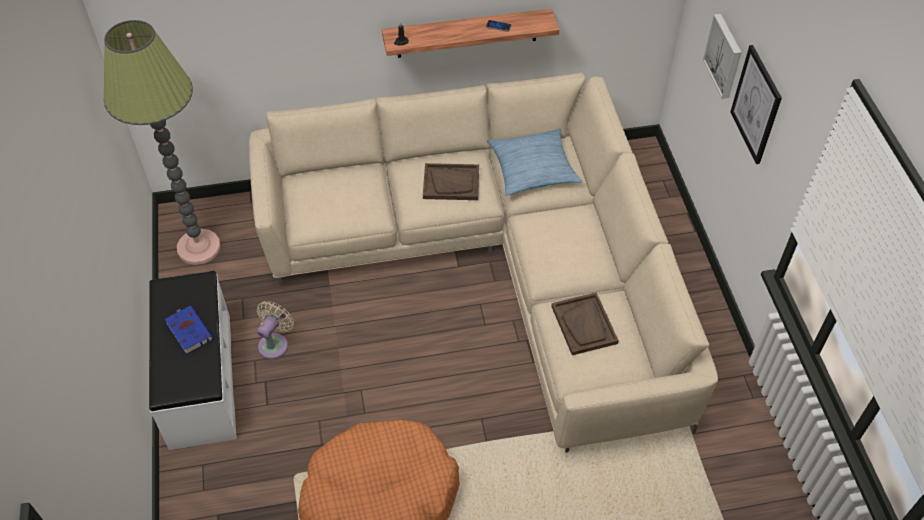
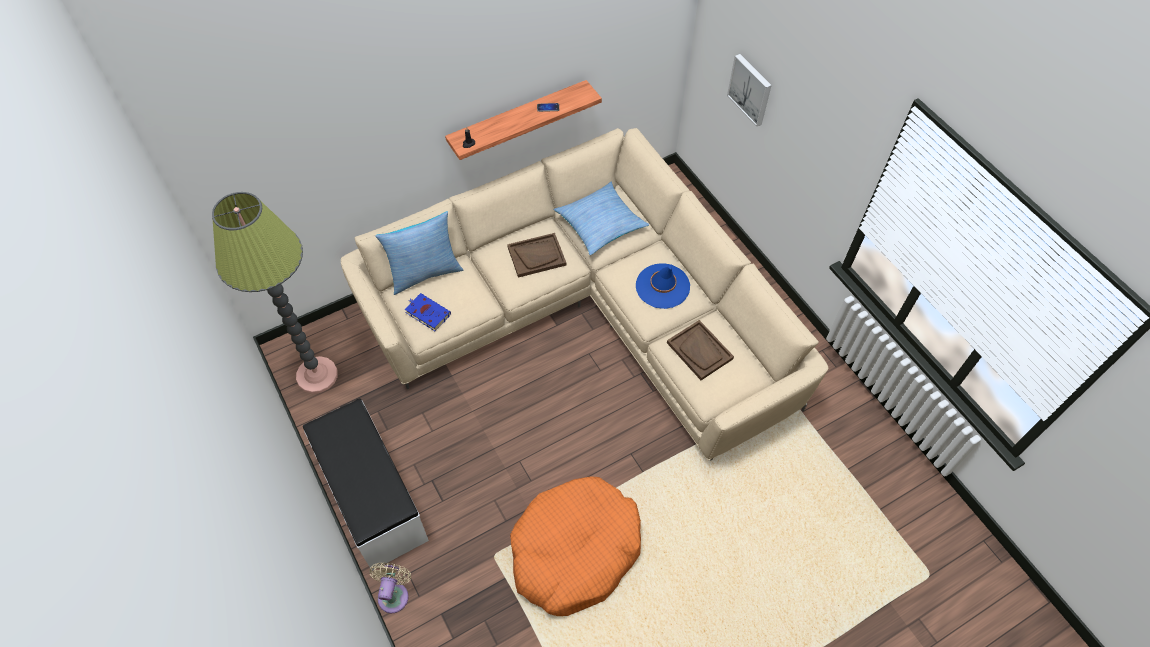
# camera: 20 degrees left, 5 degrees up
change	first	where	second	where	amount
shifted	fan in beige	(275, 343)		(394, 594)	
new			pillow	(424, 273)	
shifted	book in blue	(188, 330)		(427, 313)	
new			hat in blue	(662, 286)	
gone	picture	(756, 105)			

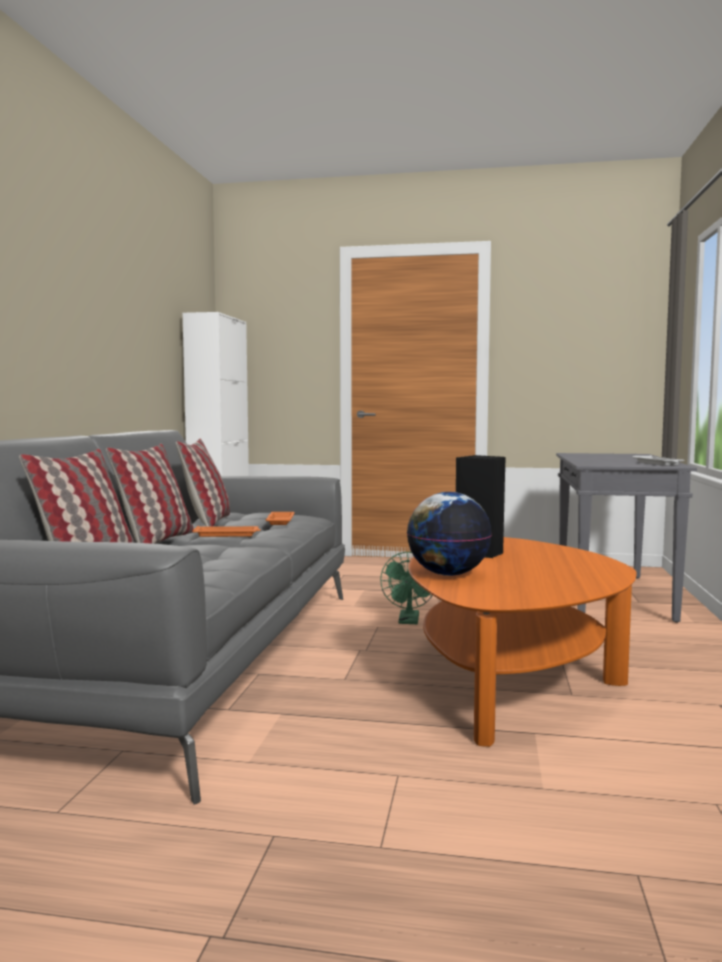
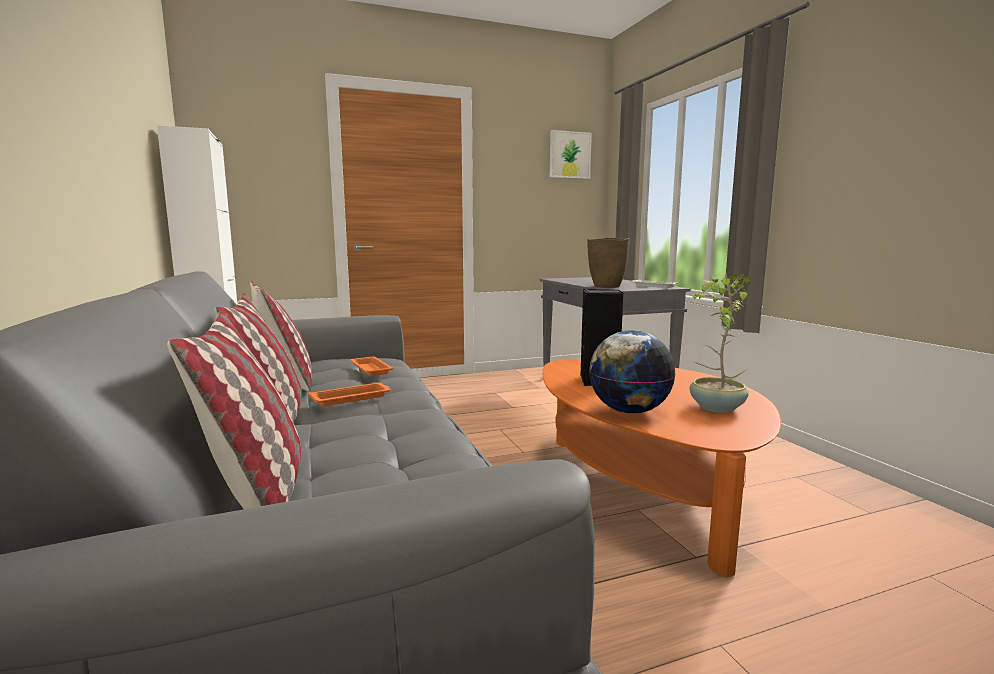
# camera: 30 degrees left, 5 degrees up
change	first	where	second	where	amount
new			picture	(569, 155)	
new			vase in brown	(606, 287)	
new			potted plant	(715, 408)	
gone	fan in green	(409, 621)			

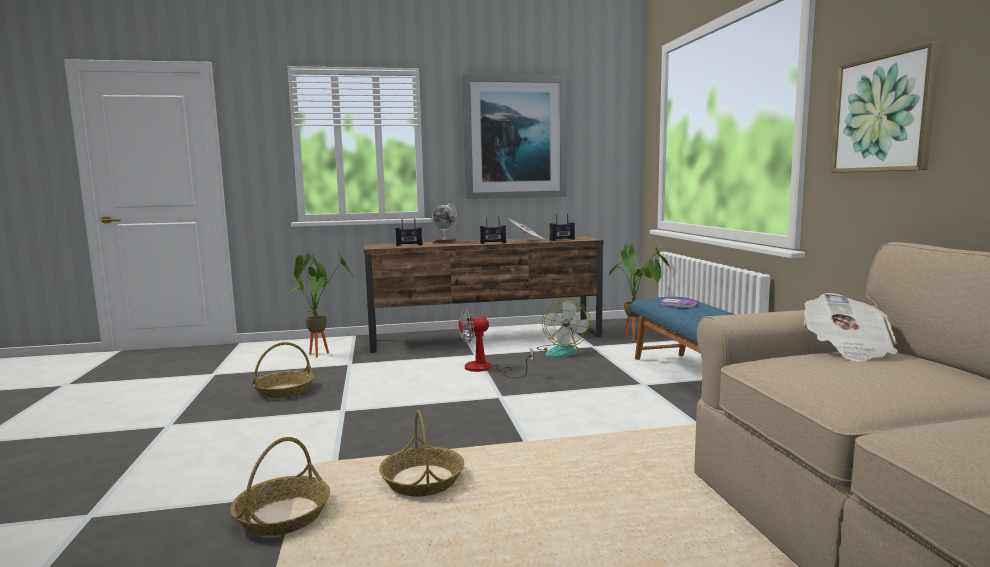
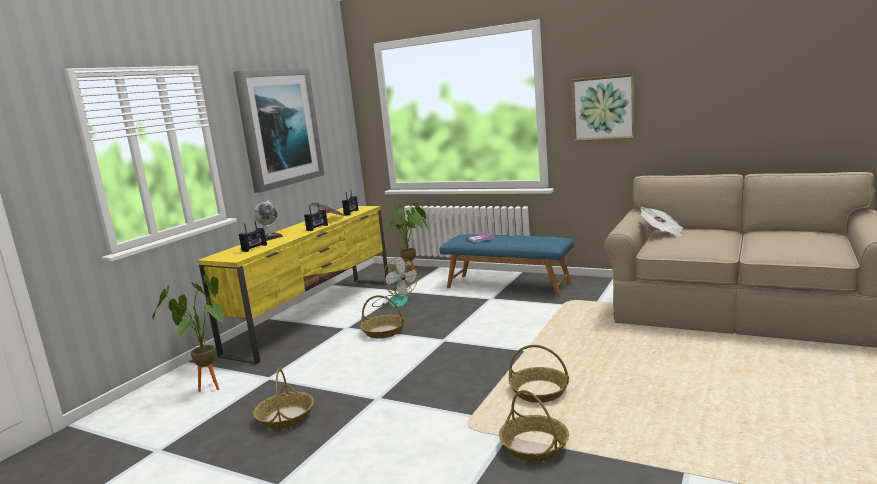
# camera: 50 degrees left, 5 degrees up
change	first	where	second	where	amount
repainted	tv stand in brown	(486, 338)	tv stand in yellow	(316, 315)	
swapped	fan	(486, 369)	basket	(384, 331)	

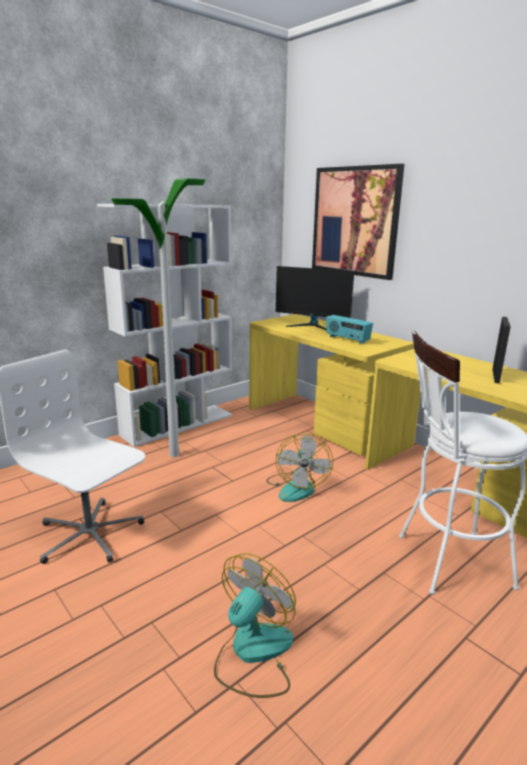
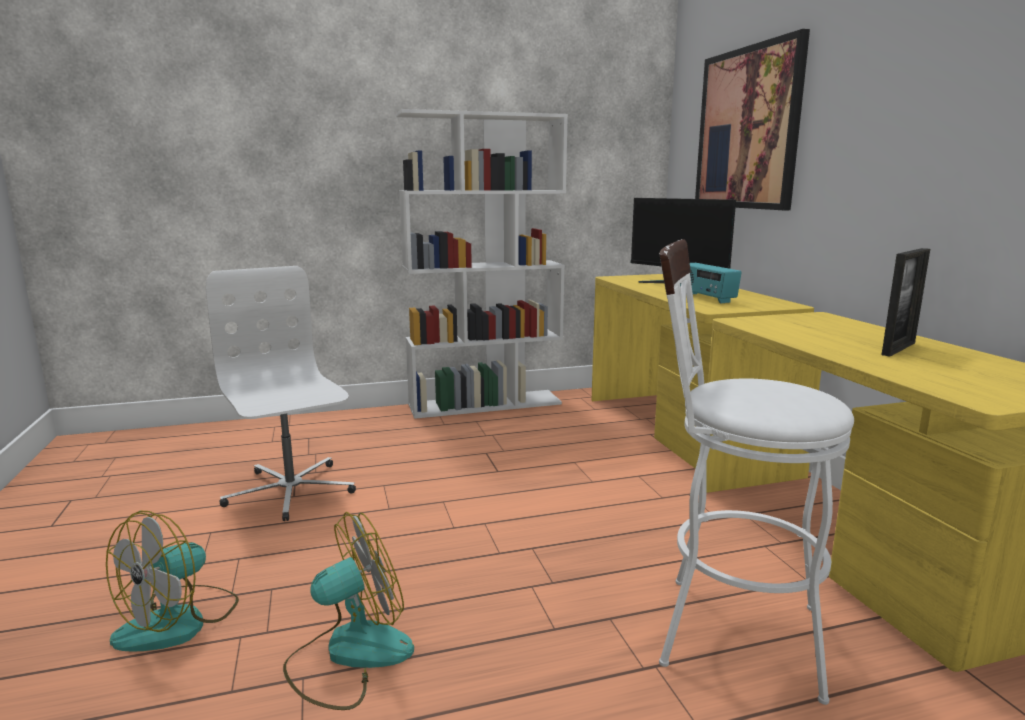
# camera: 25 degrees right, 5 degrees down
change	first	where	second	where	amount
shifted	fan	(296, 487)		(179, 621)	
gone	floor lamp	(174, 454)			

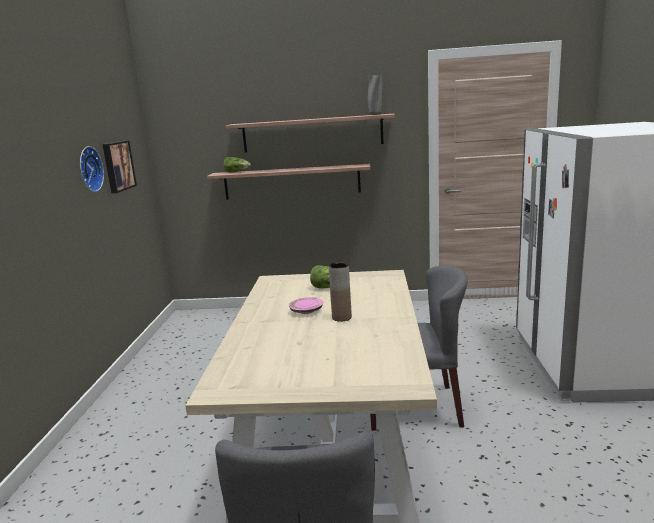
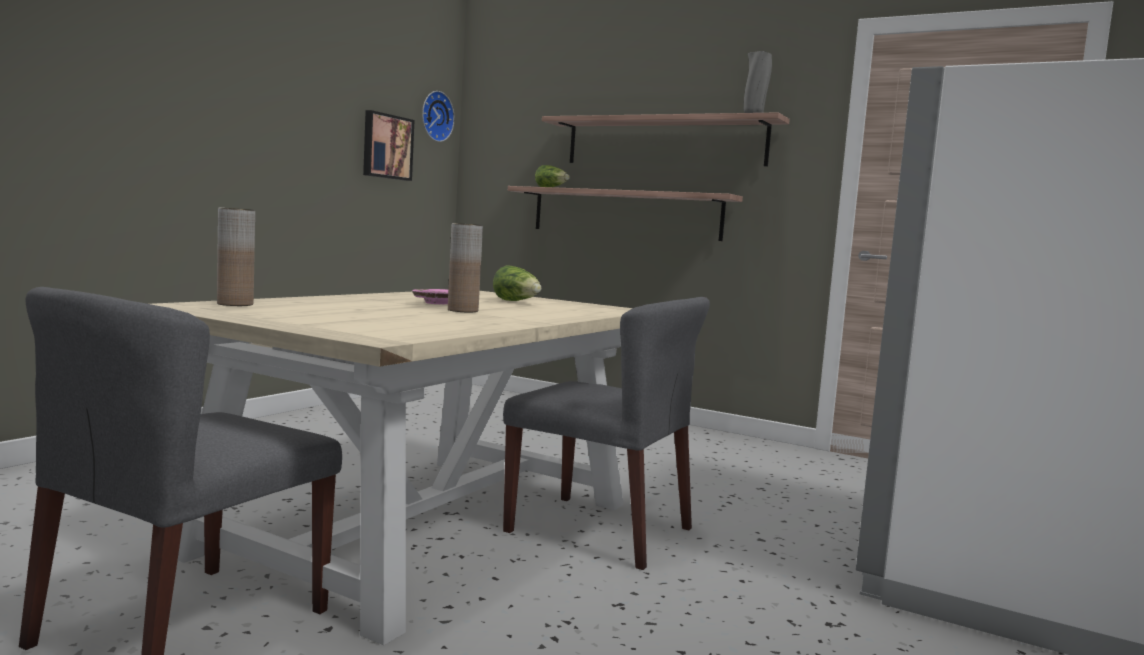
# camera: 25 degrees right, 10 degrees down
change	first	where	second	where	amount
new			vase in brown	(235, 304)	
shifted	wall clock	(88, 169)		(435, 116)	

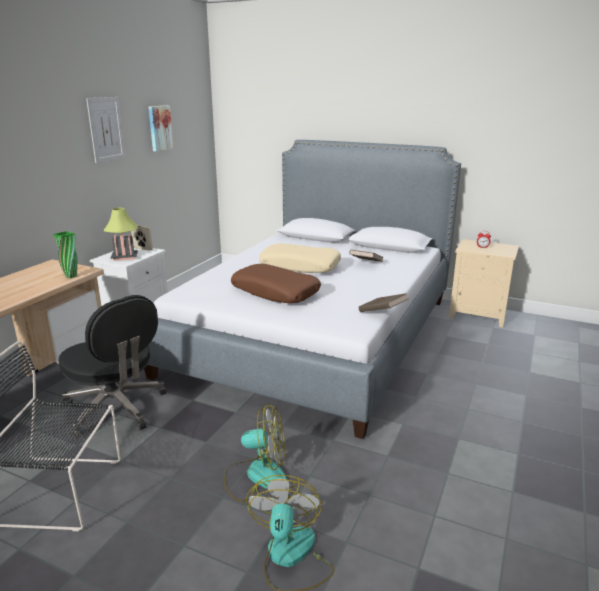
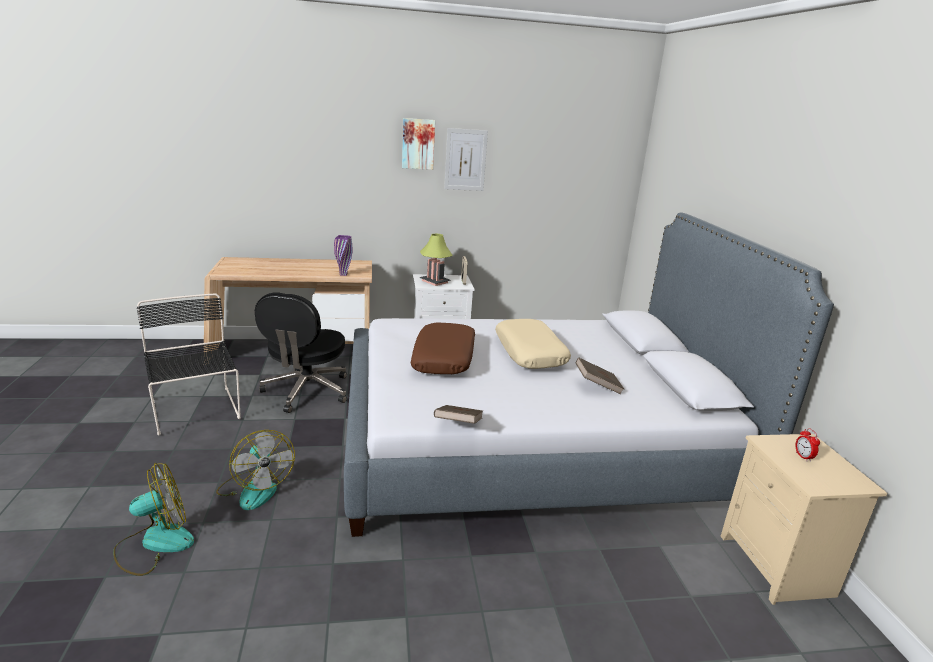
# camera: 55 degrees right, 0 degrees up
change	first	where	second	where	amount
repainted	vase in green	(71, 276)	vase in purple	(343, 274)	
shifted	picture	(159, 128)		(418, 144)	

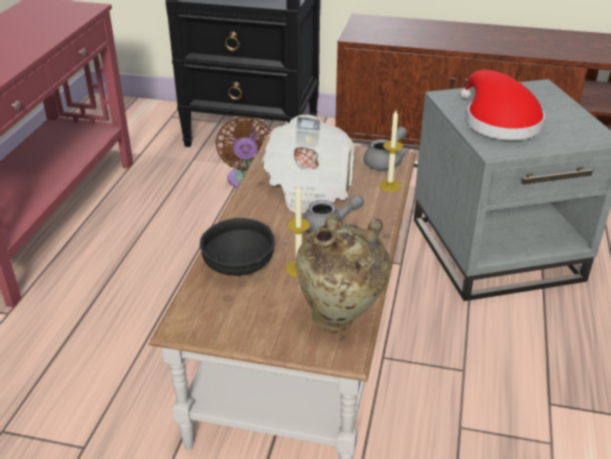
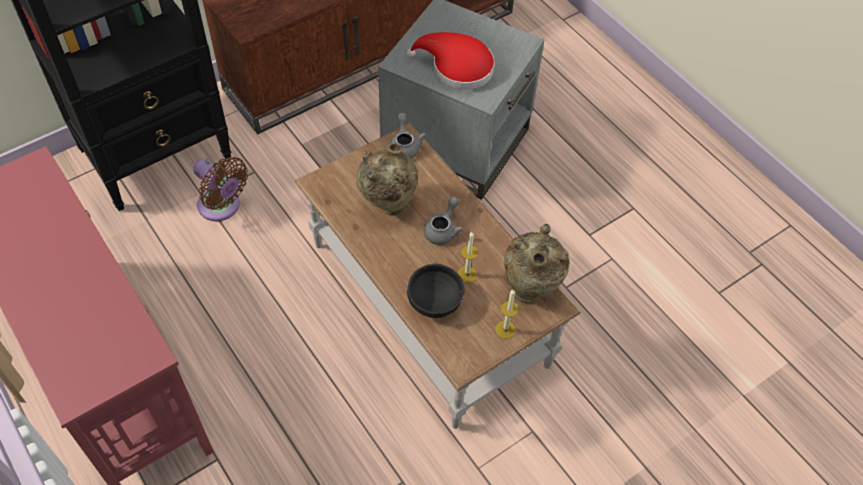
# camera: 50 degrees left, 20 degrees up
change	first	where	second	where	amount
swapped	newspaper	(308, 186)	vase in beige	(388, 206)	
shifted	candle	(390, 186)		(505, 329)	

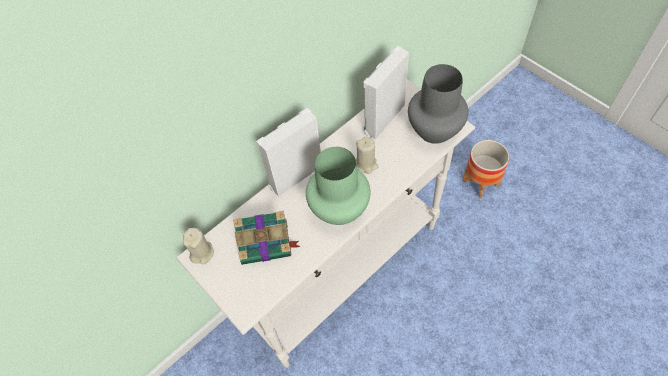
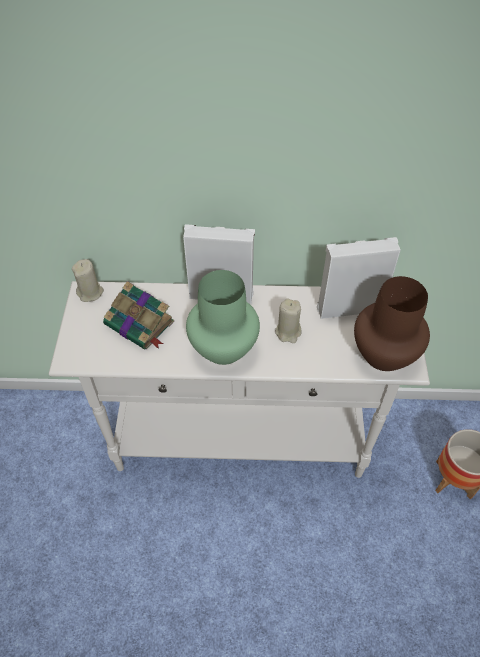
# camera: 40 degrees right, 5 degrees down
change	first	where	second	where	amount
repainted	vase in grey	(435, 129)	vase in brown	(385, 354)	

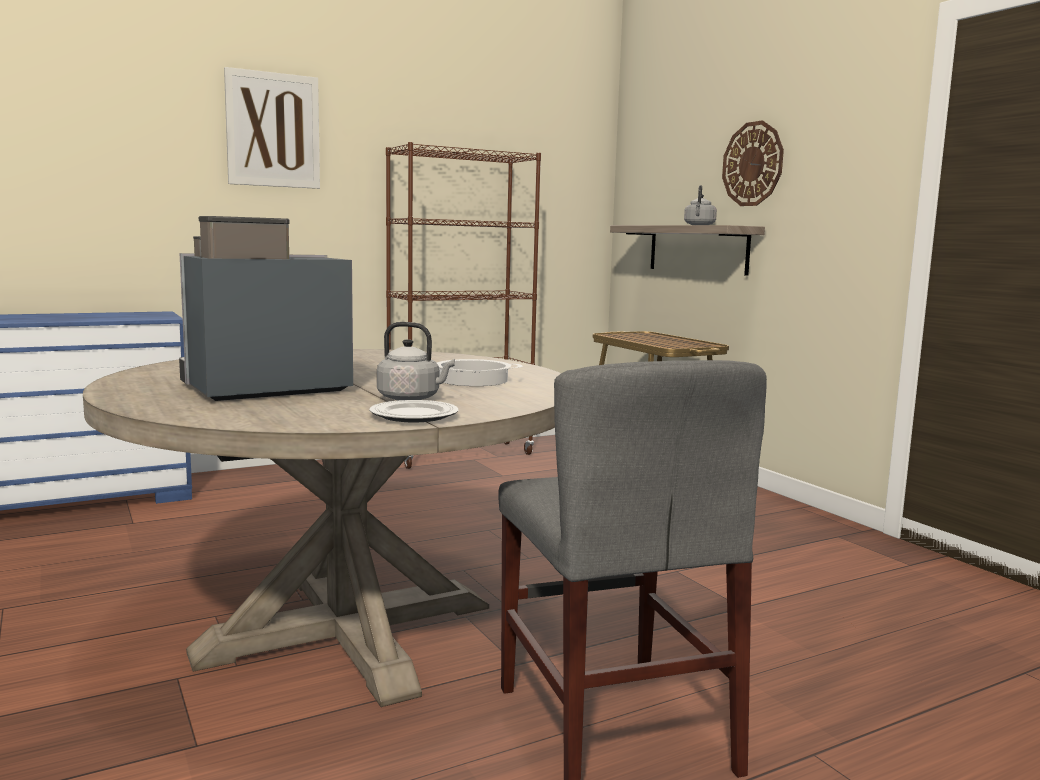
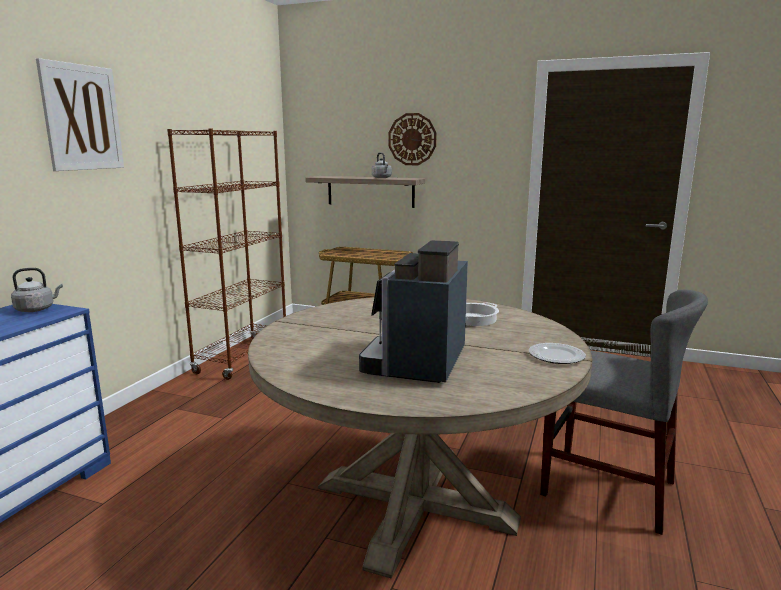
# camera: 40 degrees left, 5 degrees up
change	first	where	second	where	amount
shifted	kettle in grey	(412, 398)		(37, 309)	

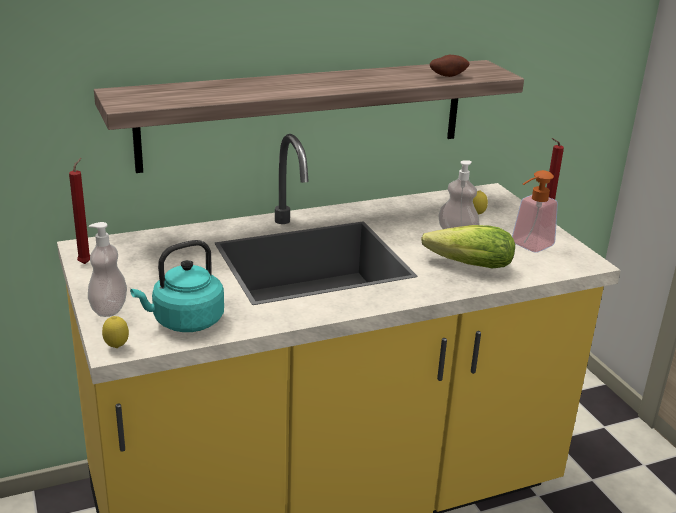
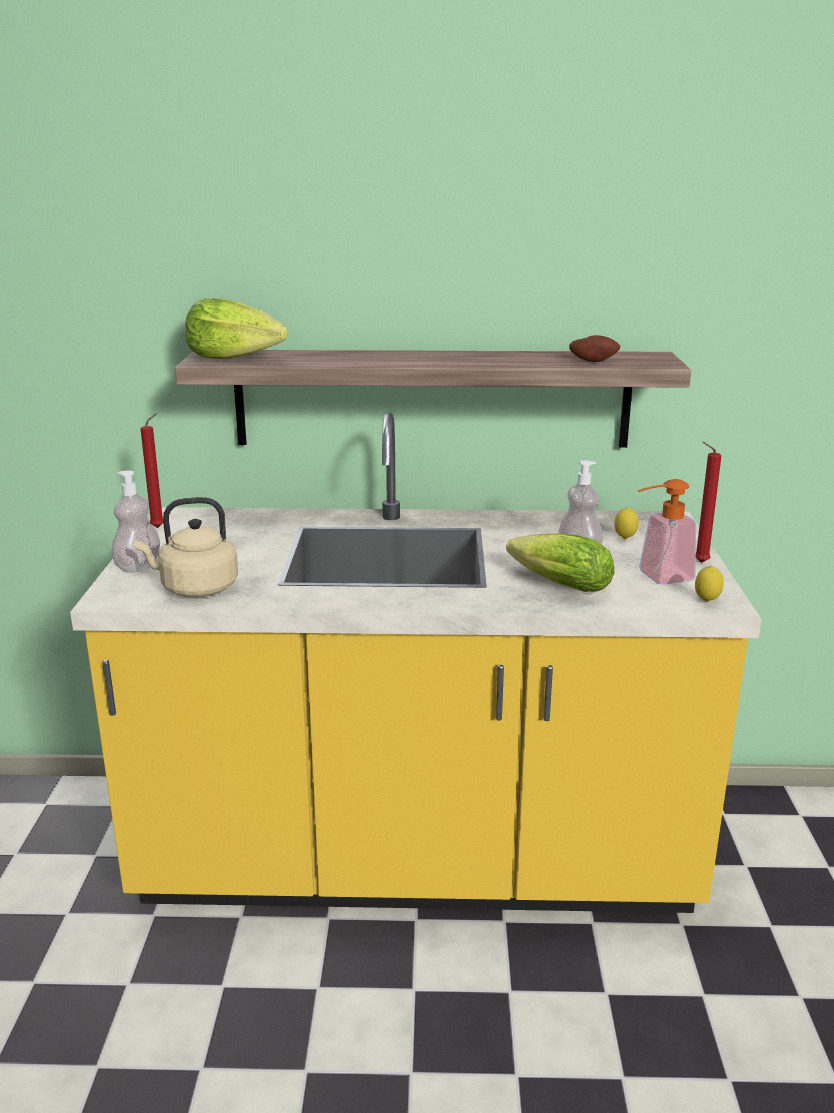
# camera: 25 degrees right, 5 degrees down
change	first	where	second	where	amount
repainted	kettle in turquoise	(185, 322)	kettle in beige	(195, 588)	
new			lettuce	(235, 358)	
shifted	lemon	(117, 347)		(706, 601)	

